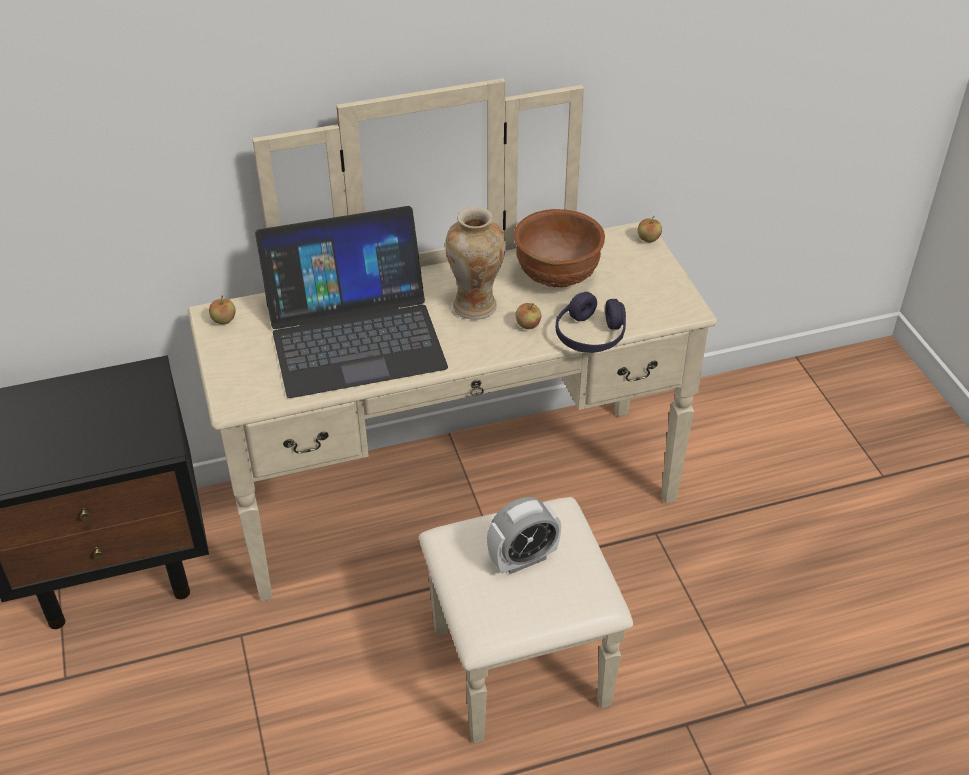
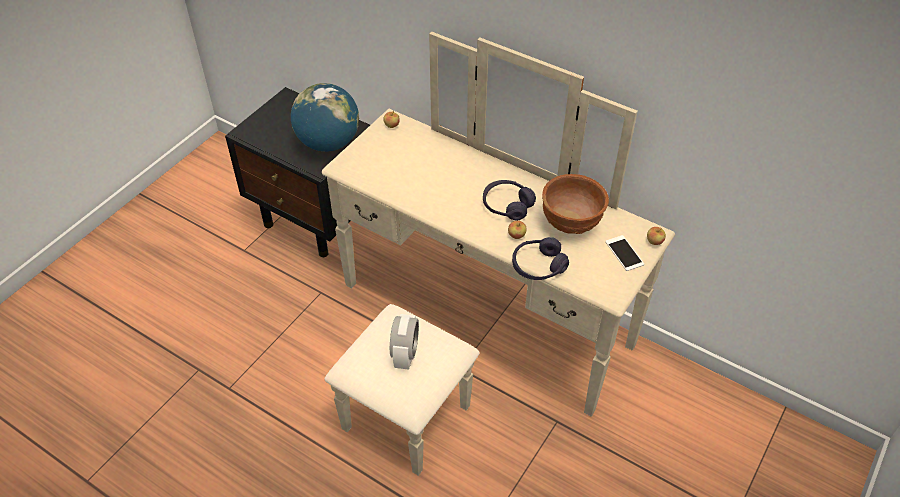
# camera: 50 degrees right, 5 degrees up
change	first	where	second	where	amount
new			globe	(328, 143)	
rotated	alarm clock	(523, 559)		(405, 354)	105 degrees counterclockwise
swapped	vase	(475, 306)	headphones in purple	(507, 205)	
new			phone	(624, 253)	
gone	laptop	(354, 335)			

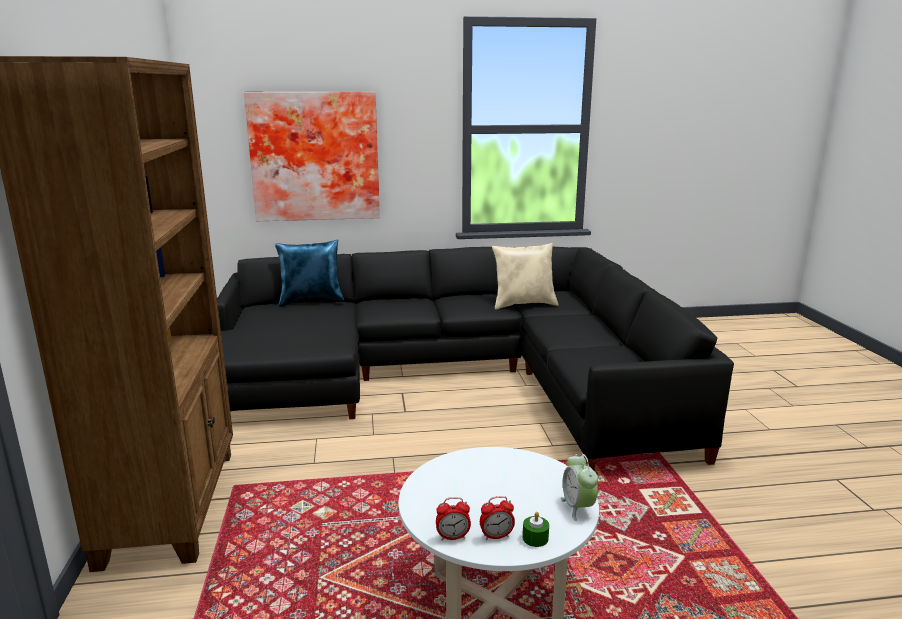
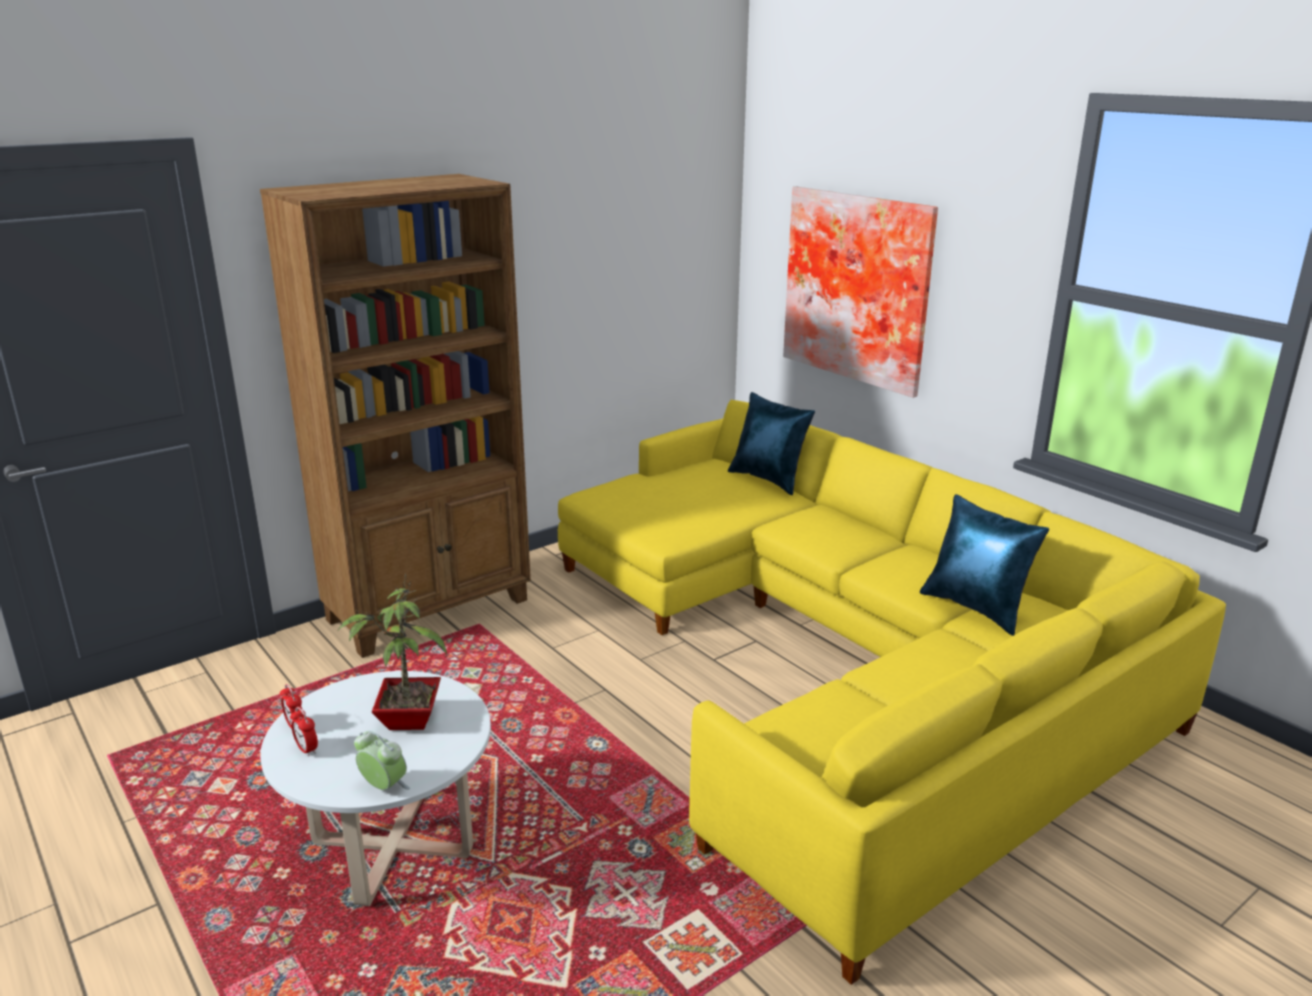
# camera: 60 degrees right, 5 degrees up
change	first	where	second	where	amount
new			potted plant	(406, 720)	
rotated	alarm clock	(578, 507)		(384, 787)	75 degrees clockwise
repainted	sofa in black	(454, 377)	sofa in yellow	(843, 662)	
repainted	pillow in beige	(524, 304)	pillow in blue	(976, 608)	
gone	candle in green	(535, 538)			

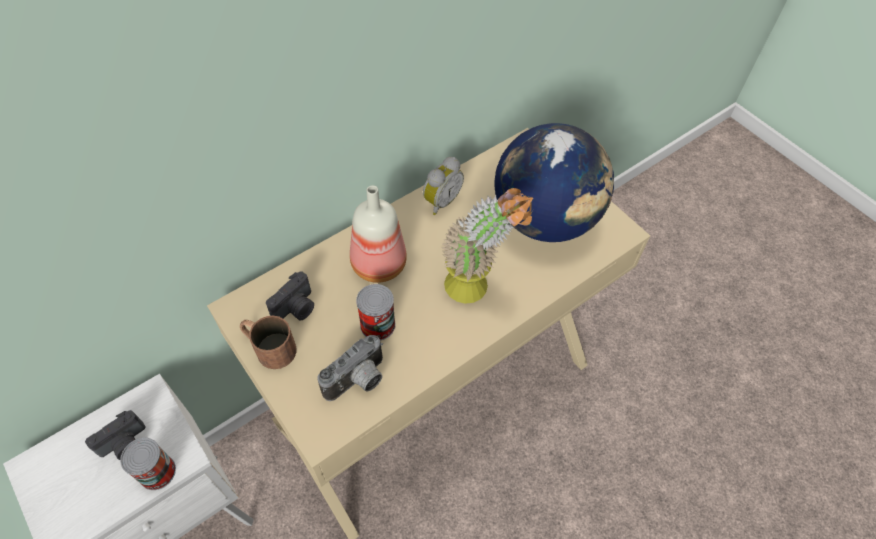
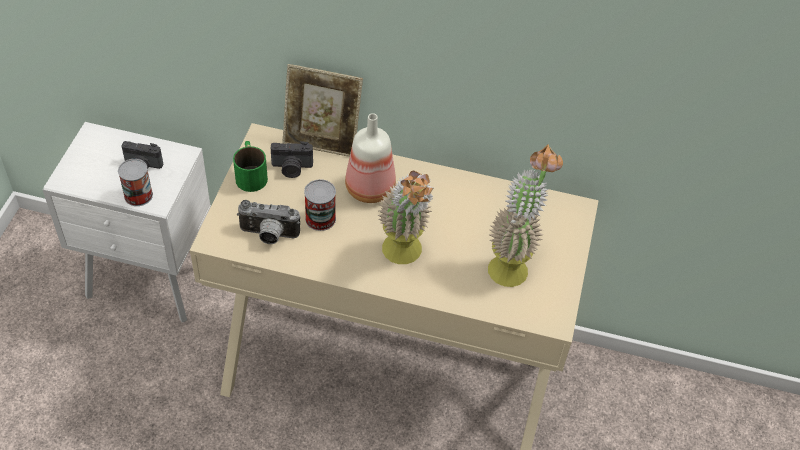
# camera: 50 degrees right, 5 degrees down
change	first	where	second	where	amount
repainted	mug in brown	(268, 347)	mug in green	(250, 173)	
new			picture frame	(322, 141)	
swapped	globe	(545, 219)	potted plant	(513, 263)	
gone	alarm clock	(440, 201)			

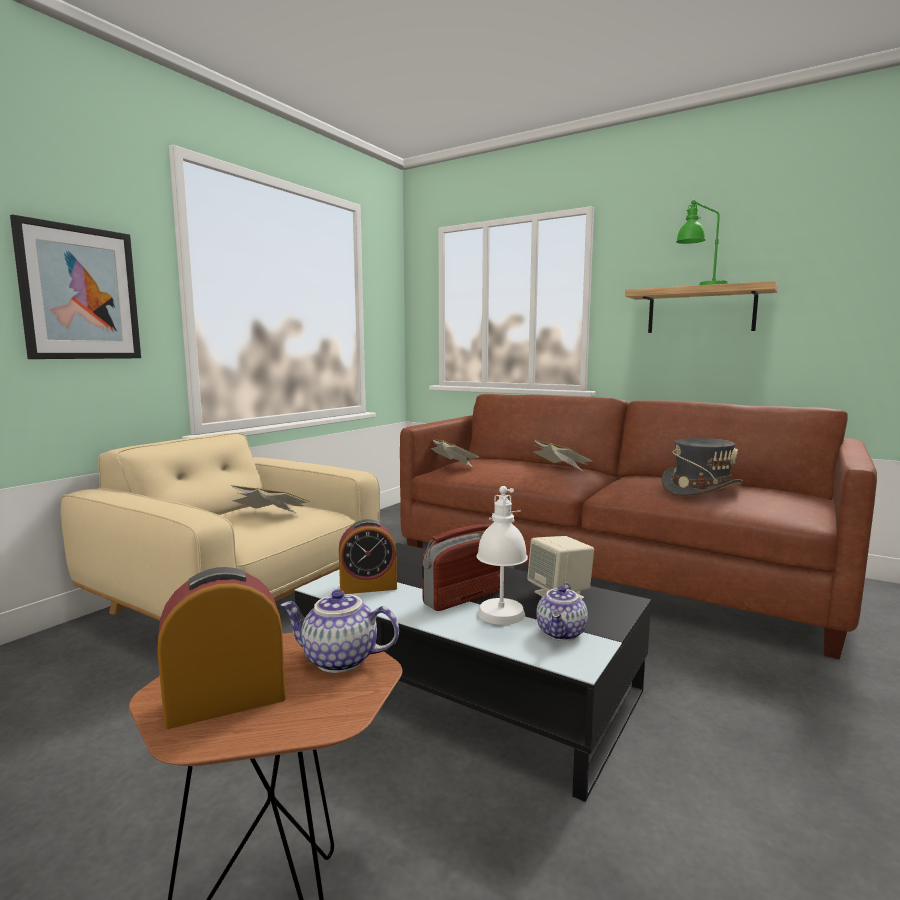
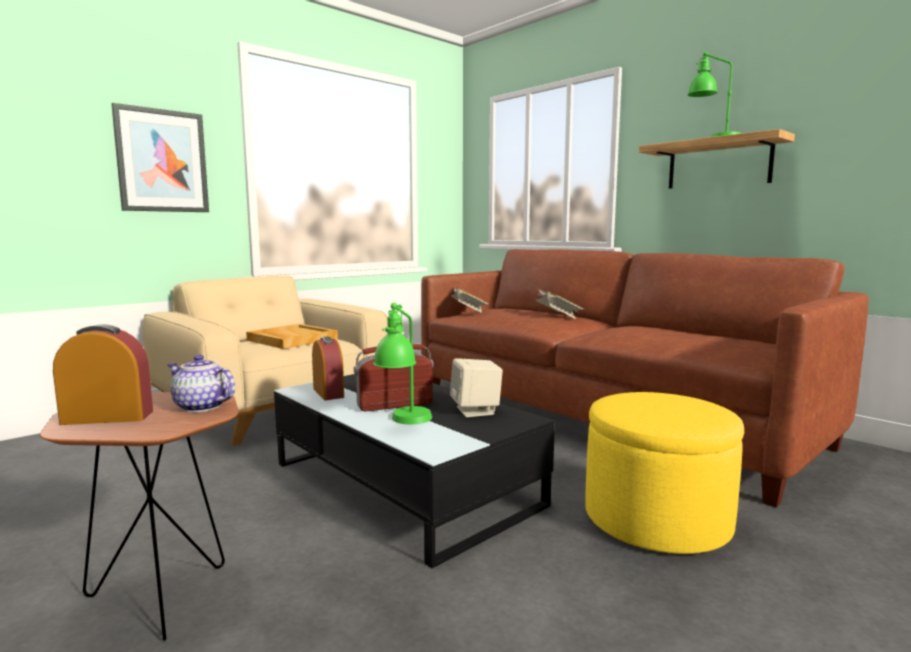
# camera: 15 degrees right, 0 degrees up
change	first	where	second	where	amount
swapped	book	(269, 514)	tray in beige	(291, 339)	
rotated	alarm clock	(368, 587)		(328, 393)	120 degrees counterclockwise
repainted	table lamp in white	(502, 623)	table lamp in green	(404, 423)	
new			ottoman in yellow	(656, 519)	
gone	teapot	(562, 633)			
gone	hat in grey	(700, 489)			

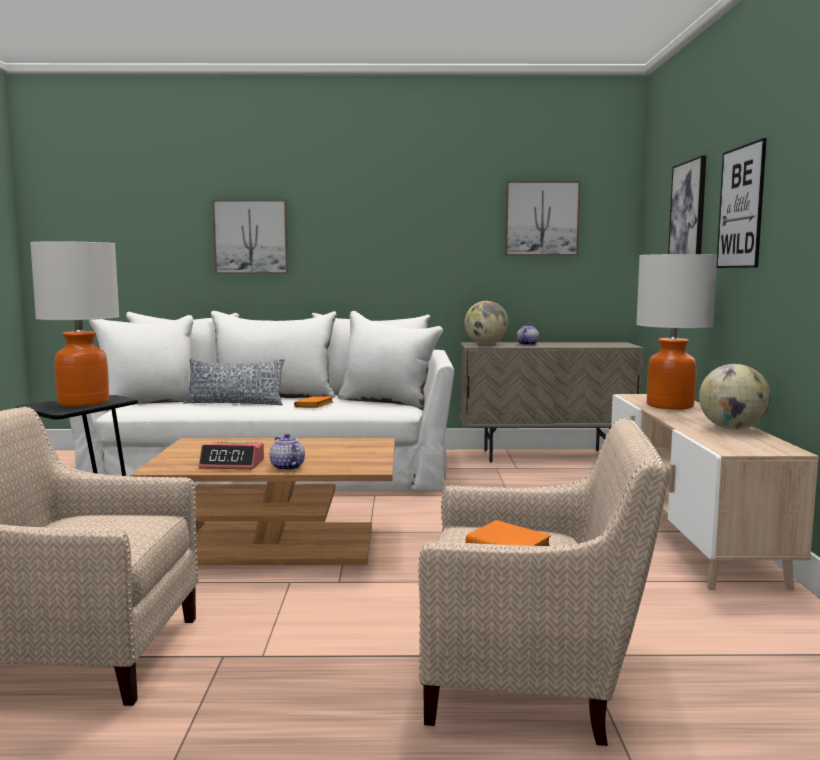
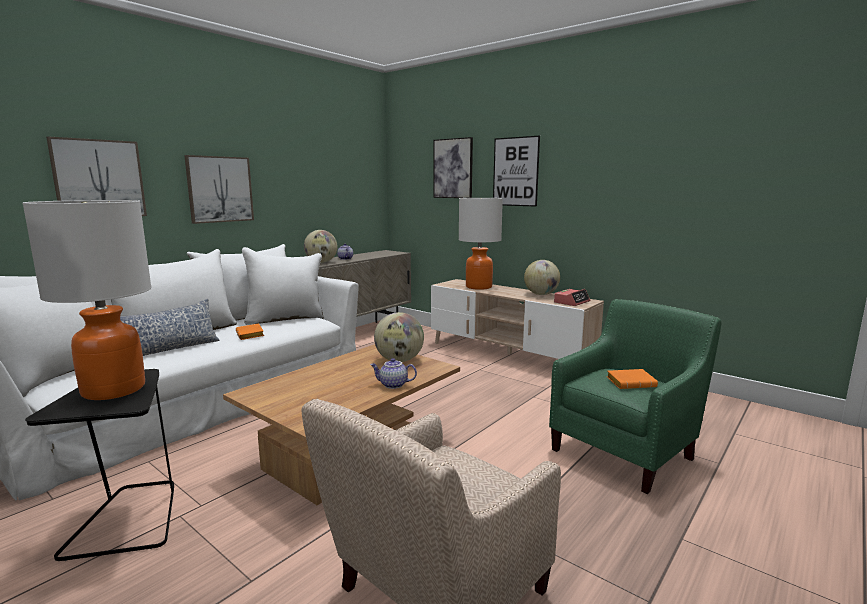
# camera: 50 degrees left, 5 degrees up
change	first	where	second	where	amount
shifted	picture	(541, 218)		(220, 189)	
new			globe	(399, 360)	
repainted	armchair in beige	(533, 682)	armchair in green	(626, 451)	
shifted	alarm clock	(232, 464)		(571, 302)	

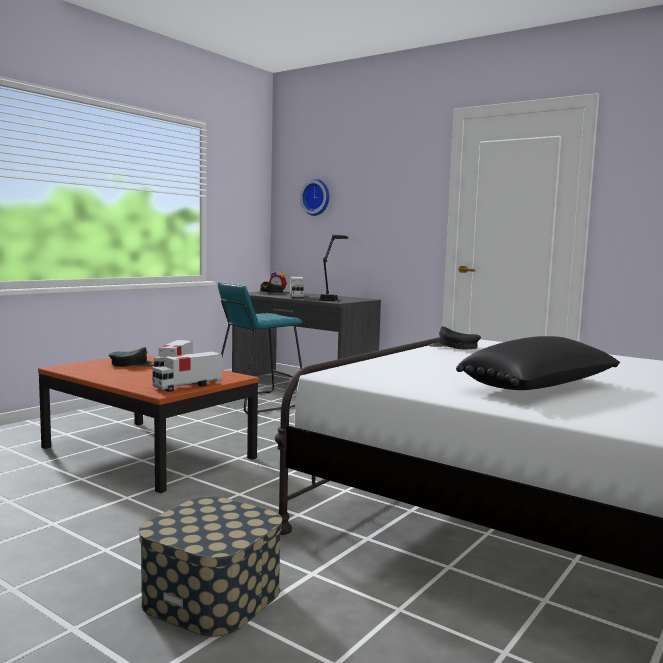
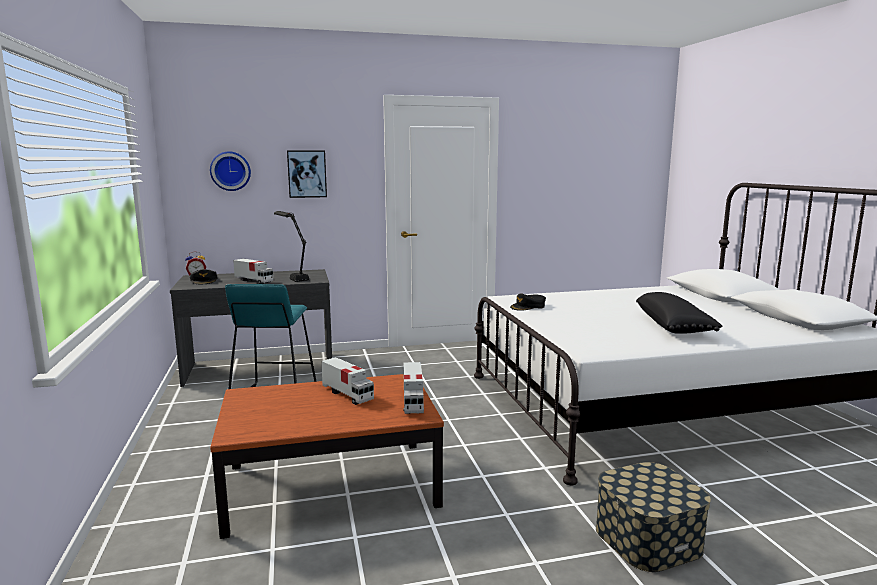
# camera: 50 degrees left, 5 degrees up
change	first	where	second	where	amount
new			picture	(307, 174)	
gone	cap in black	(133, 364)			

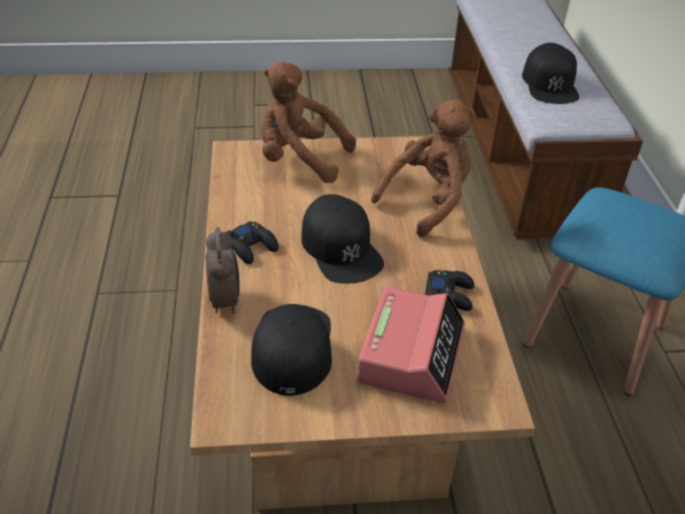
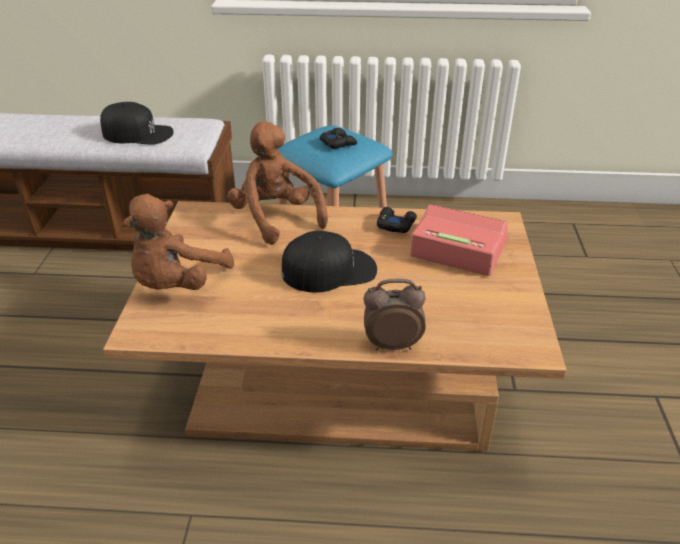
# camera: 80 degrees left, 5 degrees down
change	first	where	second	where	amount
shifted	game controller in black	(252, 247)		(338, 143)	
gone	cap in black	(292, 348)			

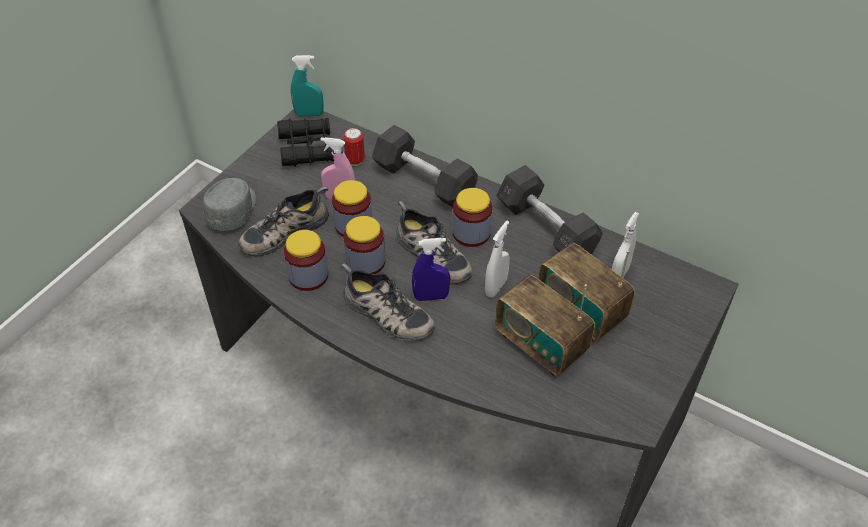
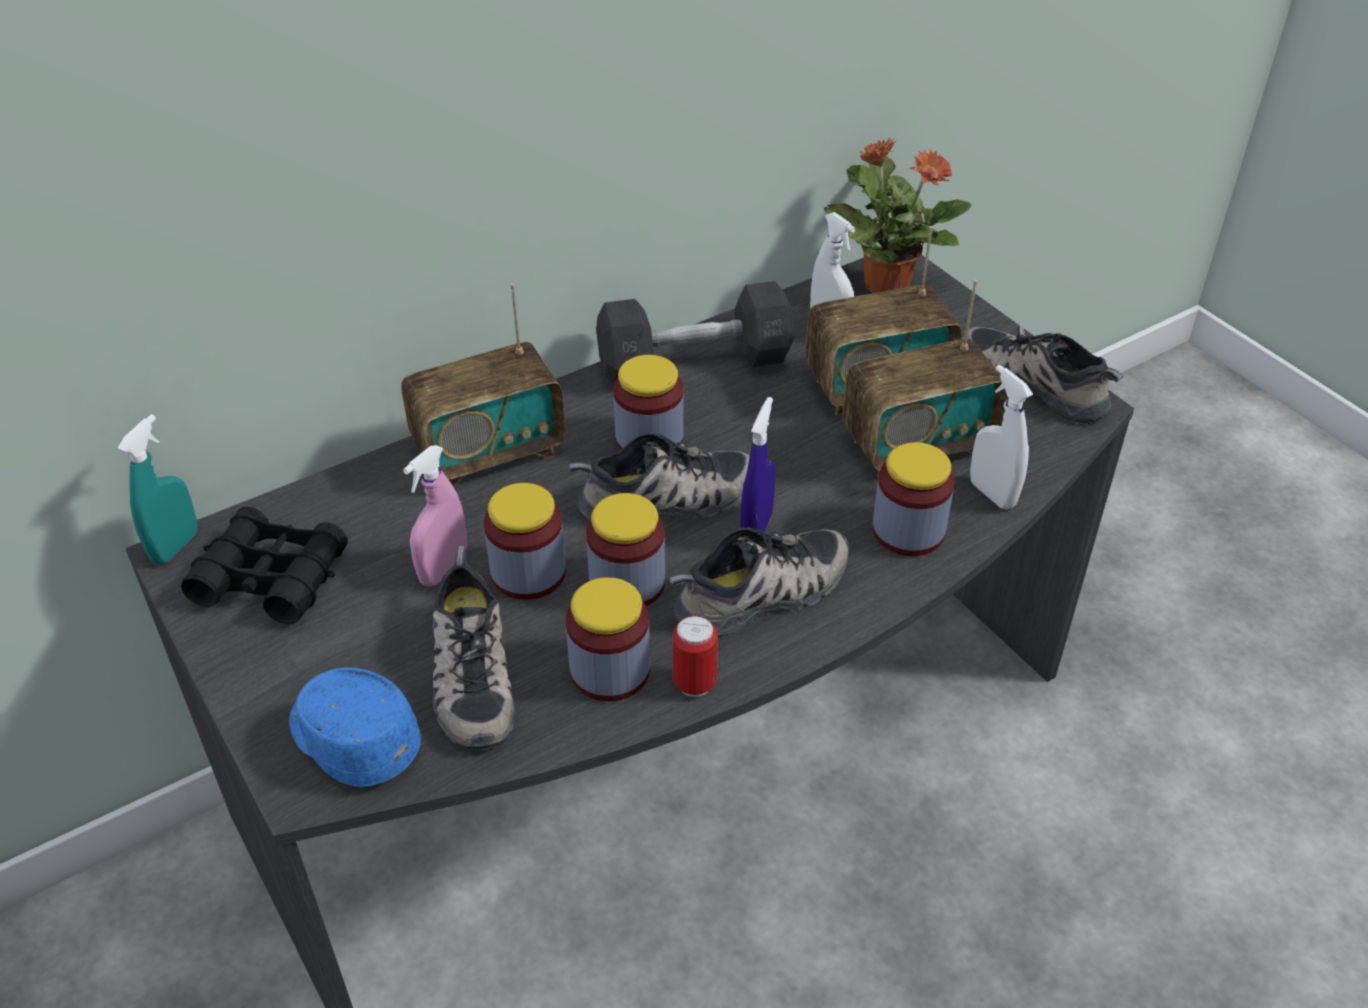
# camera: 65 degrees left, 5 degrees down
change	first	where	second	where	amount
repainted	cap in grey	(233, 210)	cap in blue	(352, 739)	
swapped	dumbbell in grey	(424, 181)	radio	(489, 453)	
shifted	can	(355, 160)		(694, 683)	
new			potted plant	(885, 283)	
new			jar	(908, 531)	
new			shoe	(1036, 382)	
shifted	spray bottle in white	(496, 287)		(992, 494)	

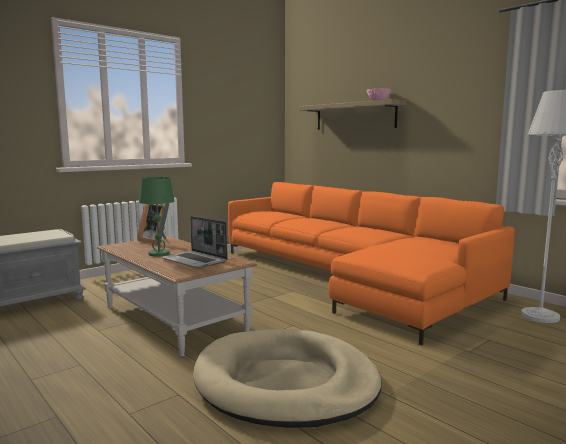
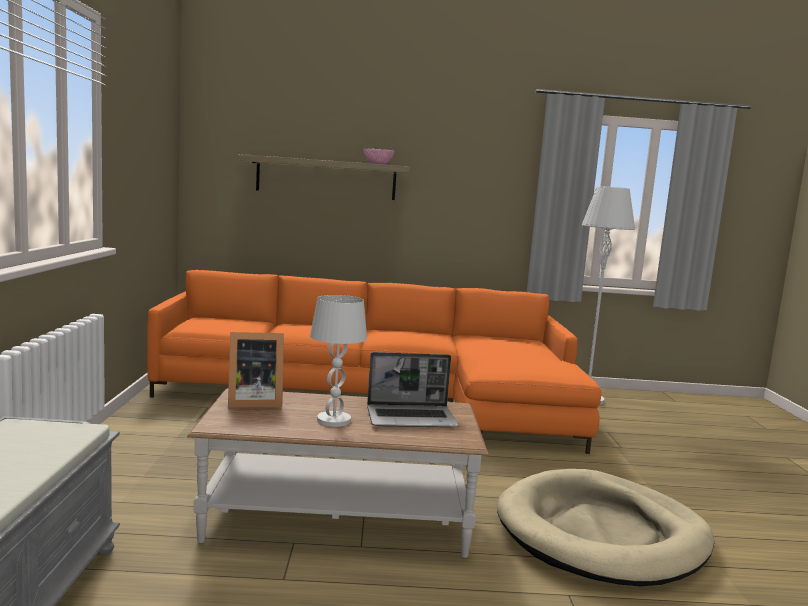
# camera: 50 degrees left, 0 degrees up
change	first	where	second	where	amount
repainted	table lamp in green	(159, 254)	table lamp in white	(334, 420)	

